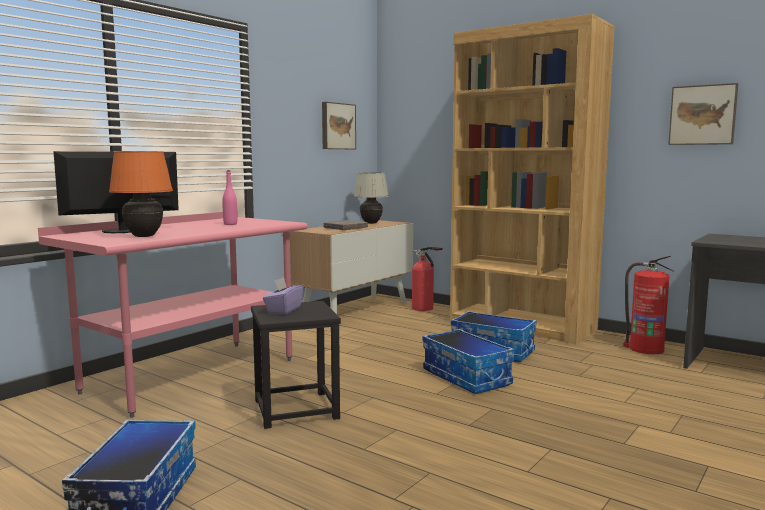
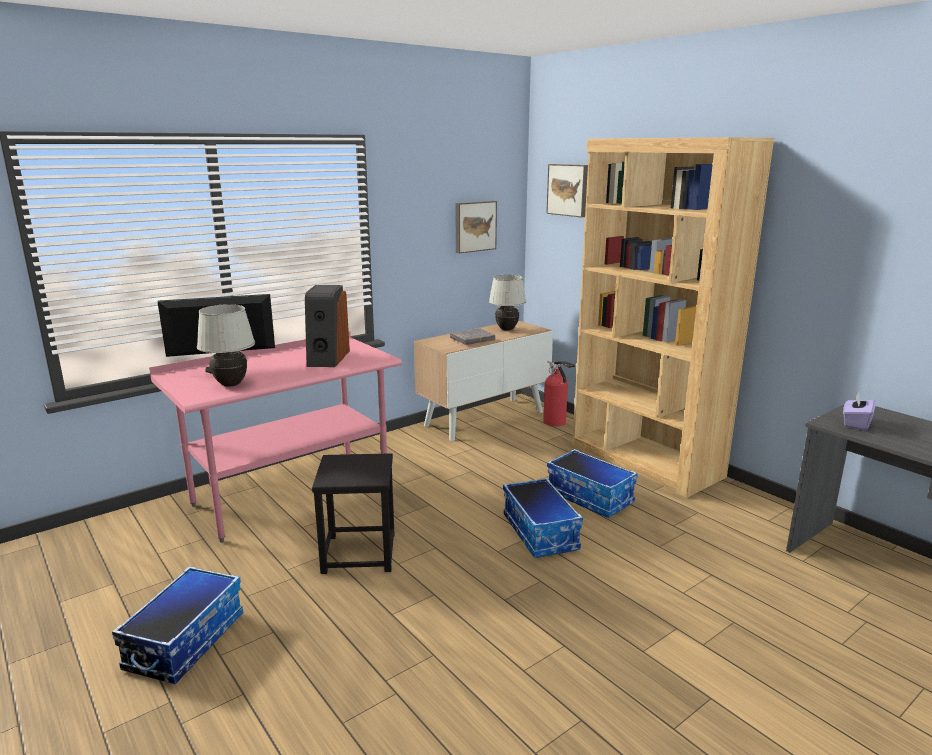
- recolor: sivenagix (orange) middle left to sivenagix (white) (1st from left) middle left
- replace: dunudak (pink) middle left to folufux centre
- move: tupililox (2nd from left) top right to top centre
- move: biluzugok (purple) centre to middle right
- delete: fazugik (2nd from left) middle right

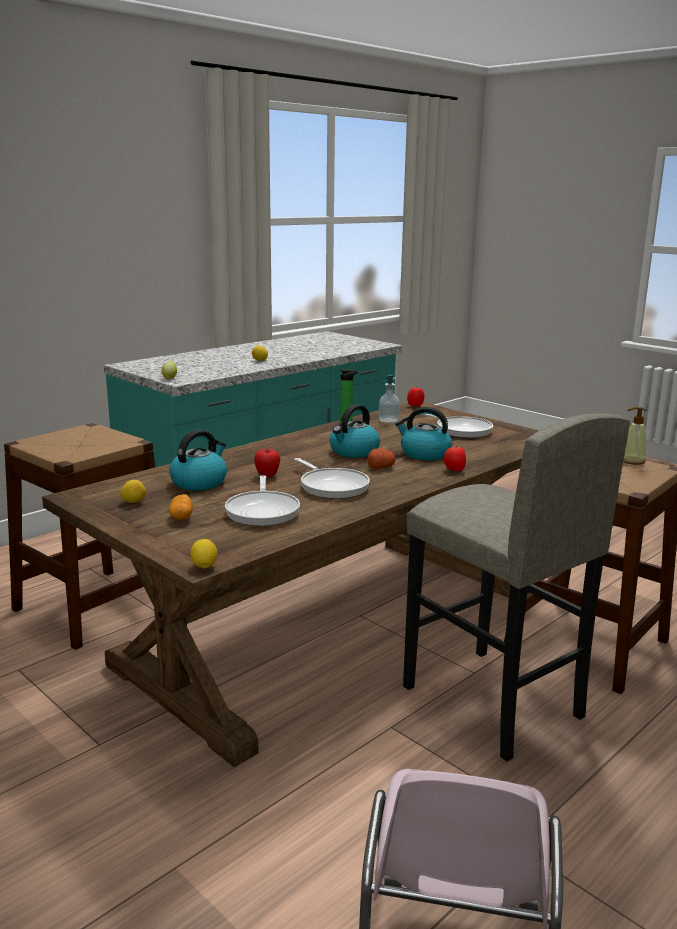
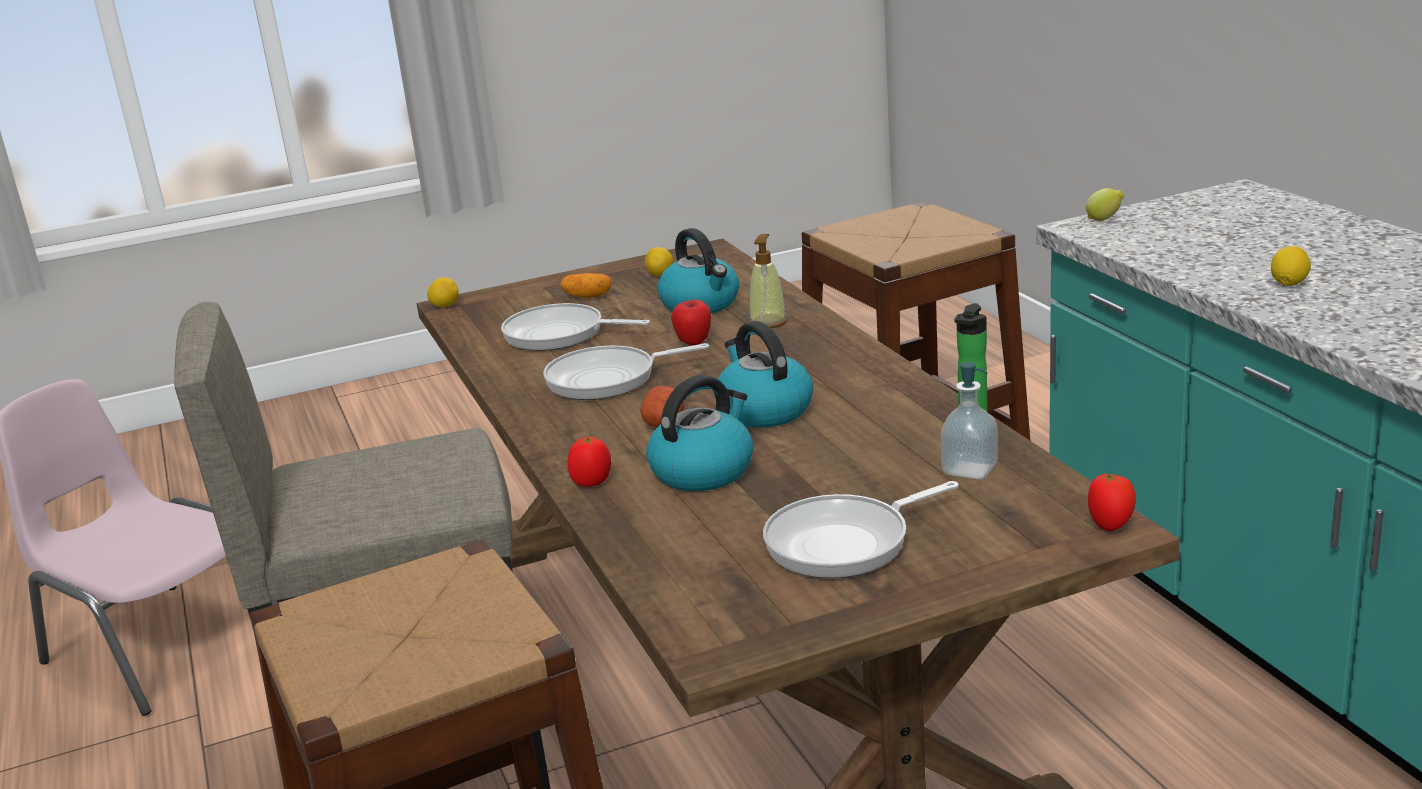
- move: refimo (2nd from left in the first image) middle right to refimo (1st from left) centre

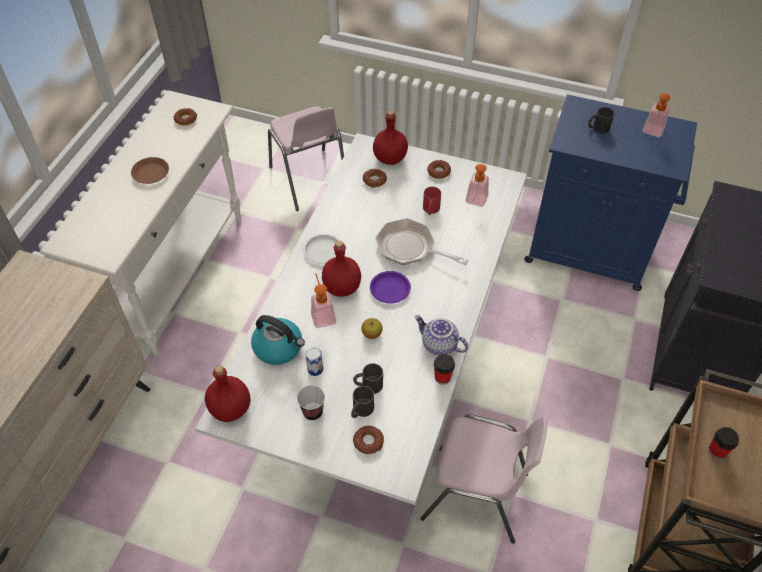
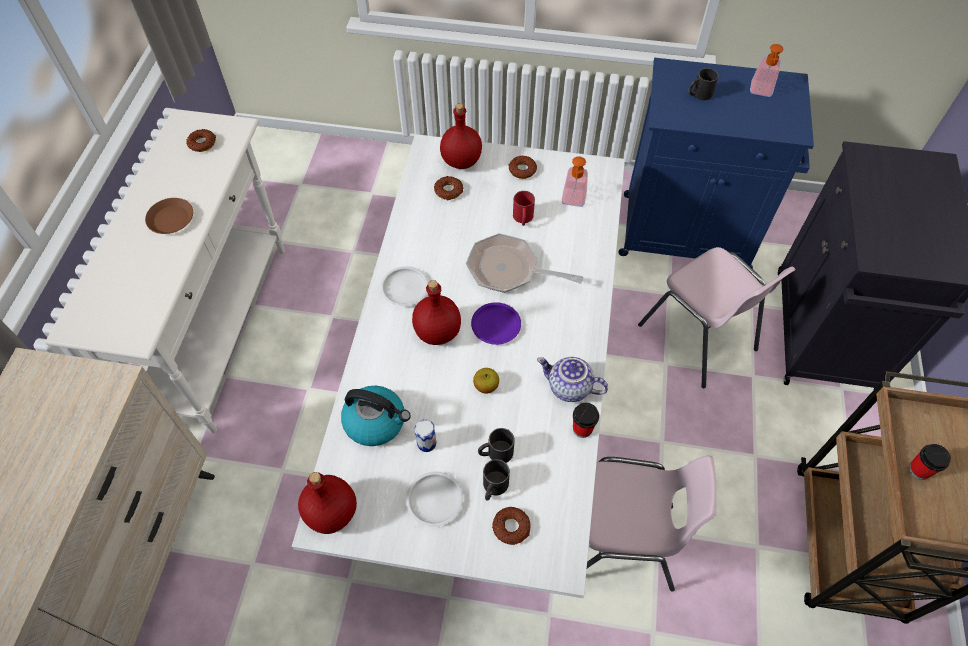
- replace: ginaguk (1st from left) bottom centre to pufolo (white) (2nd from left) bottom centre
- move: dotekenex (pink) (1st from left in the first image) top centre to dotekenex (pink) (2nd from left) middle right
- delete: refimo (1st from left) centre

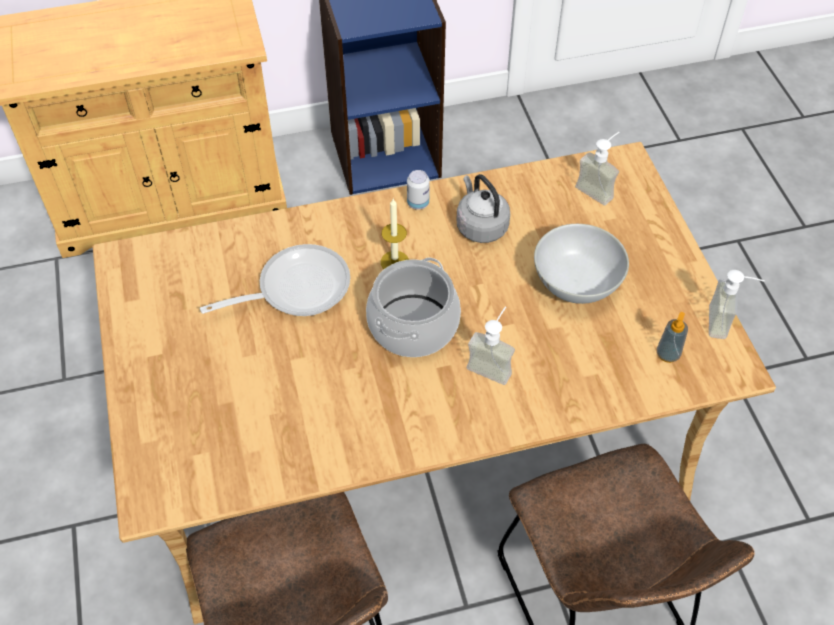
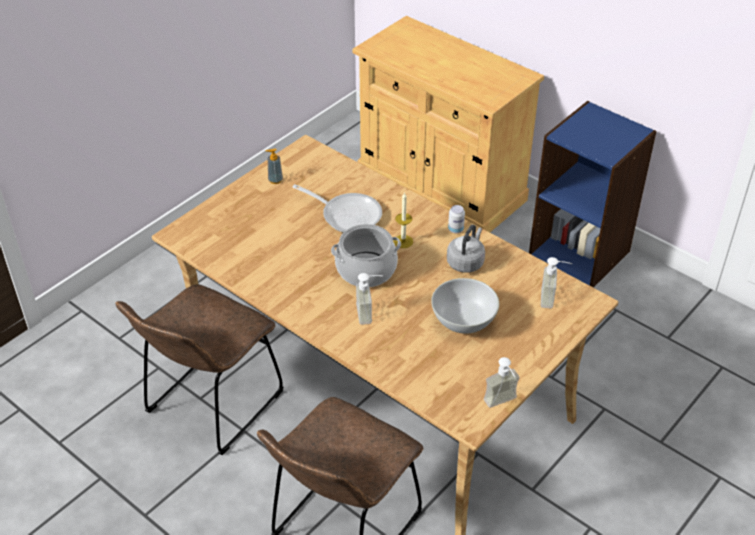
- move: refimo (3rd from left in the first image) middle right to refimo (1st from left) top centre

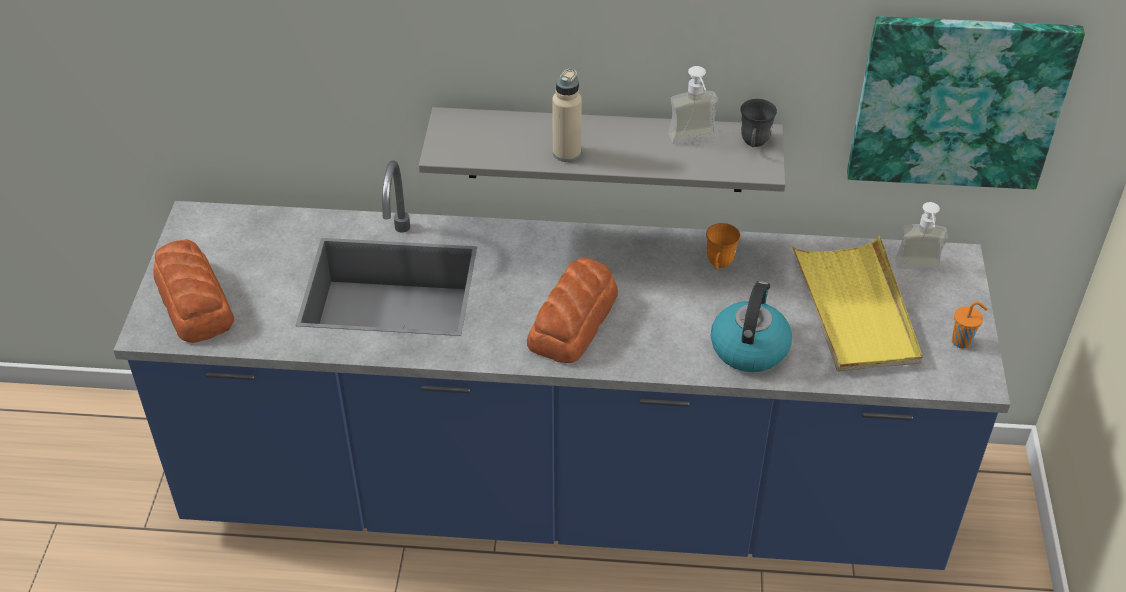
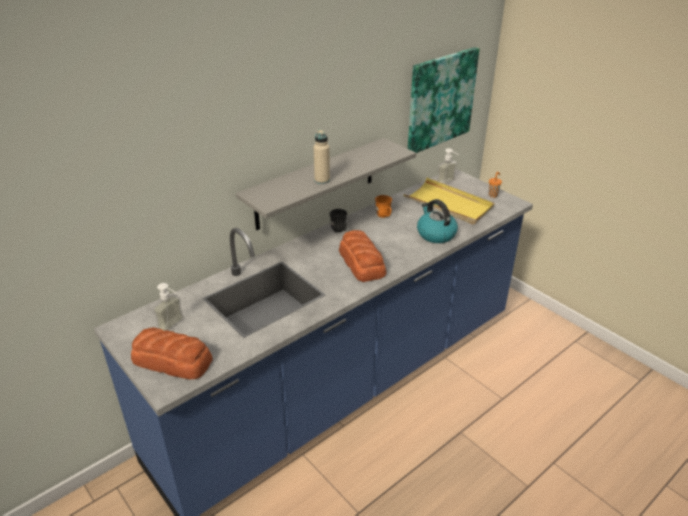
- move: refimo (1st from left) top centre to middle left
- move: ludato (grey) top right to centre

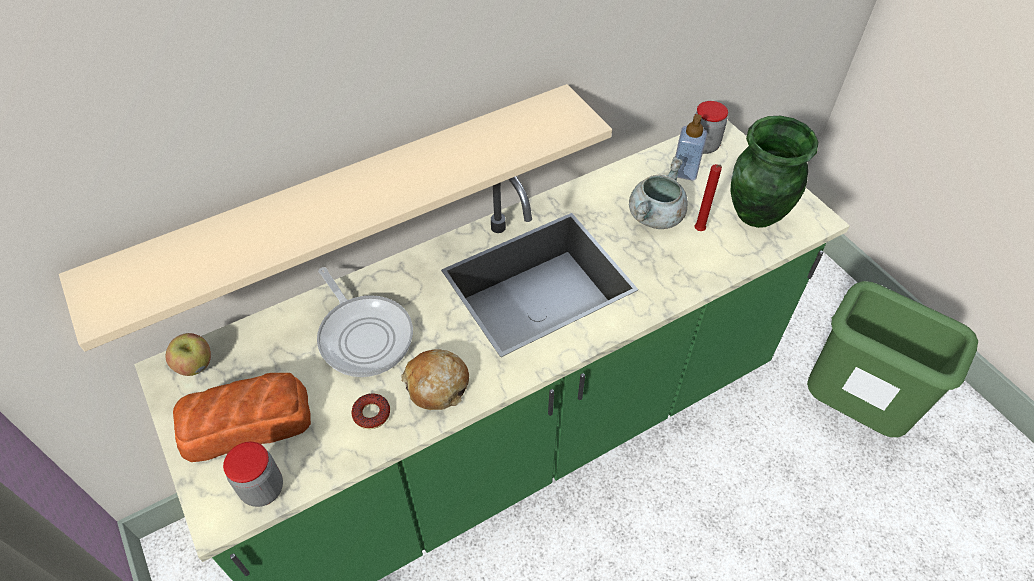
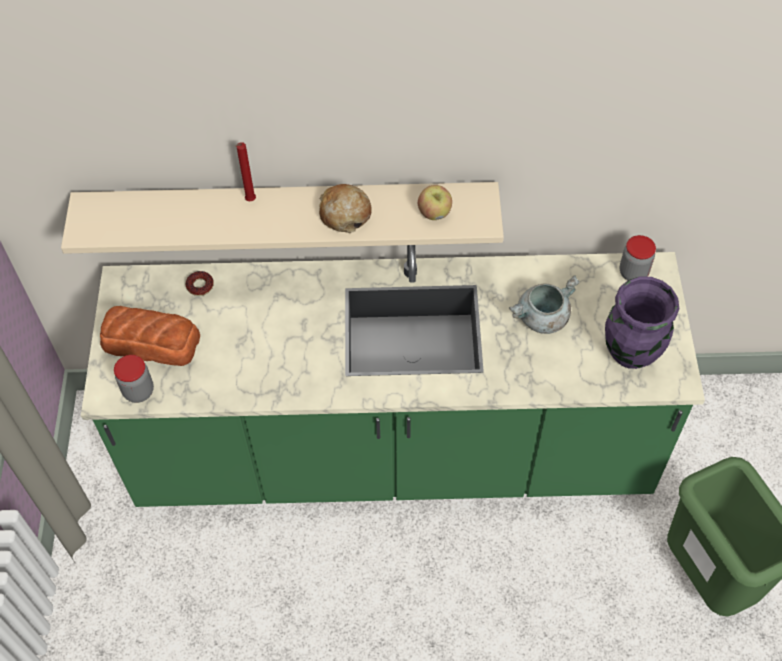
- move: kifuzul bottom centre to middle left
- move: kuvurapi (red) middle right to top left
- move: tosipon (2nd from left) centre to top centre
- move: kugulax middle left to top centre
- recolor: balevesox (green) top right to balevesox (purple) middle right
- delete: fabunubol centre
- delete: refimo top right

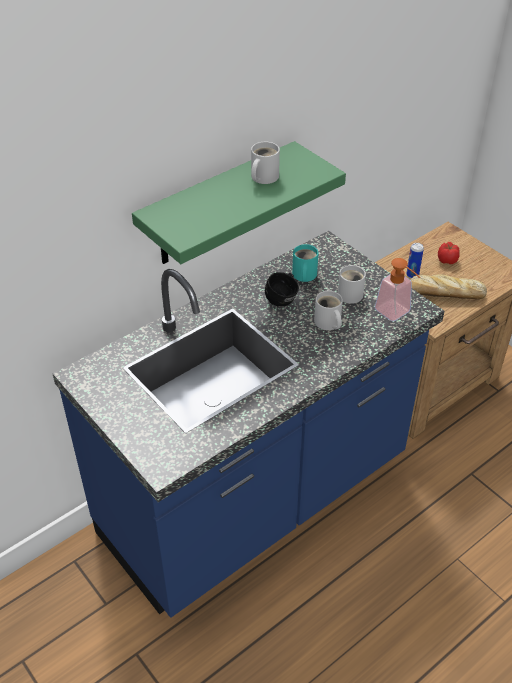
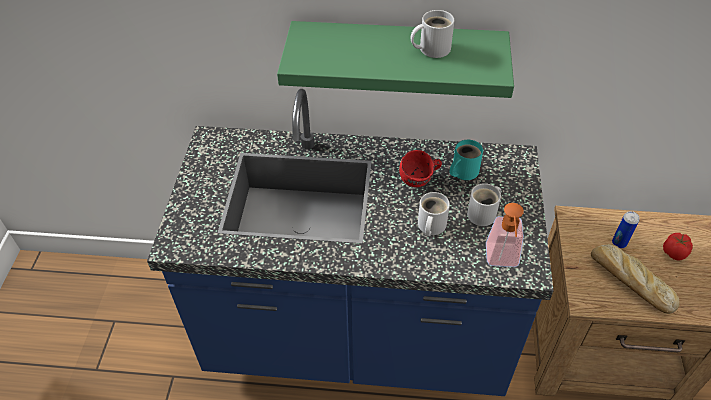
- recolor: ludato (black) centre to ludato (red) centre

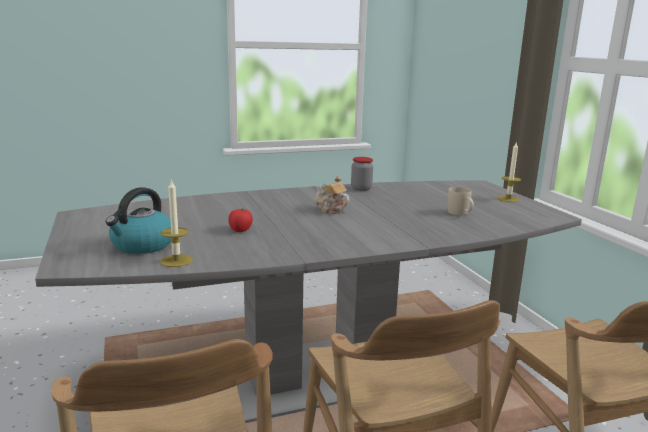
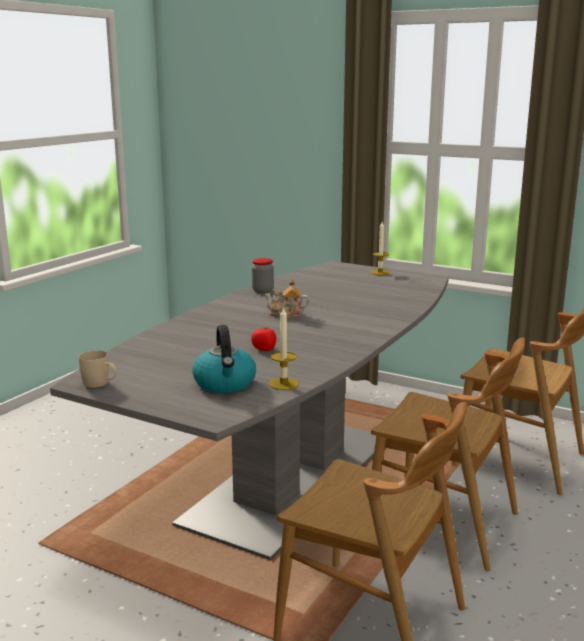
- move: ludato (beige) middle right to middle left

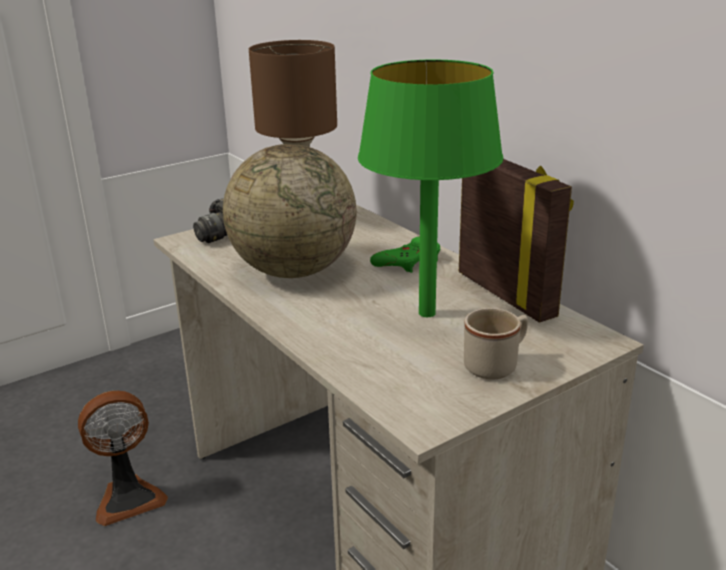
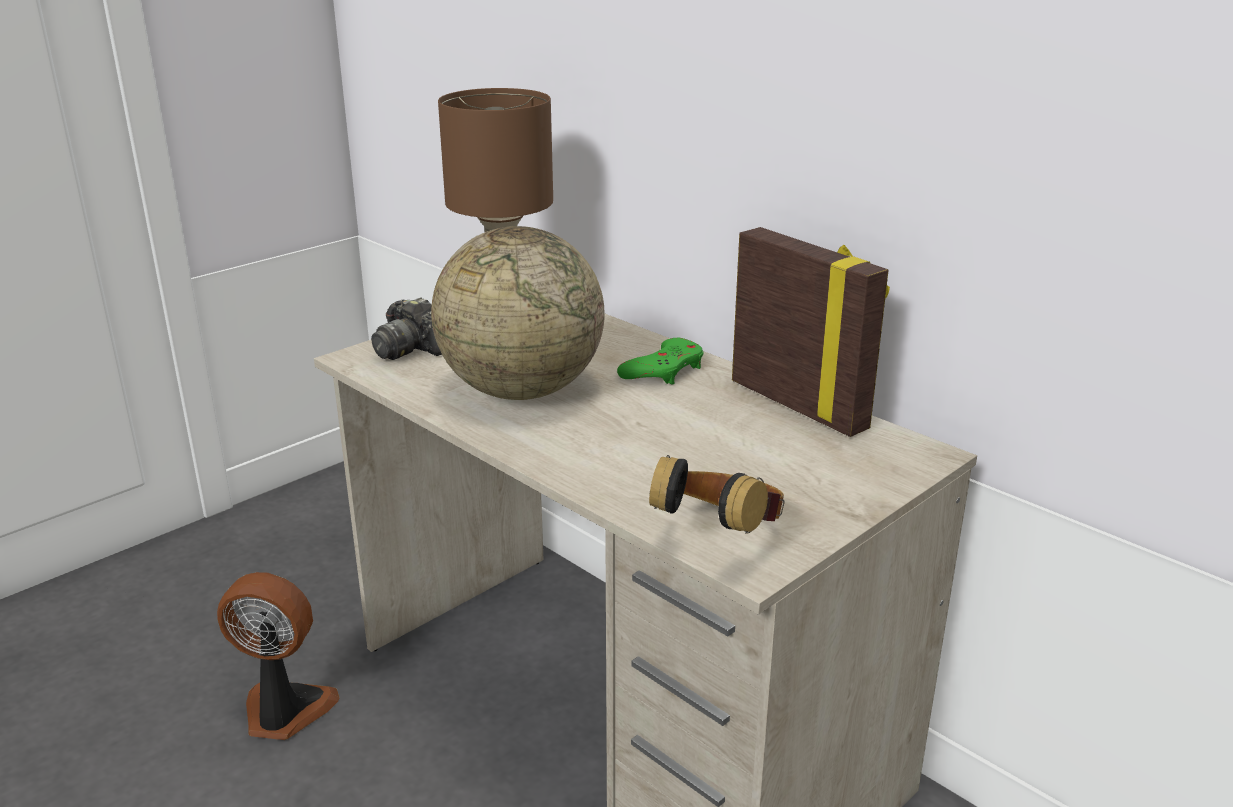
- rotate: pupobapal bottom left = bottom left 135 degrees counterclockwise
- insert: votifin centre
- delete: sivenagix (green) top centre
- delete: ludato (beige) middle right

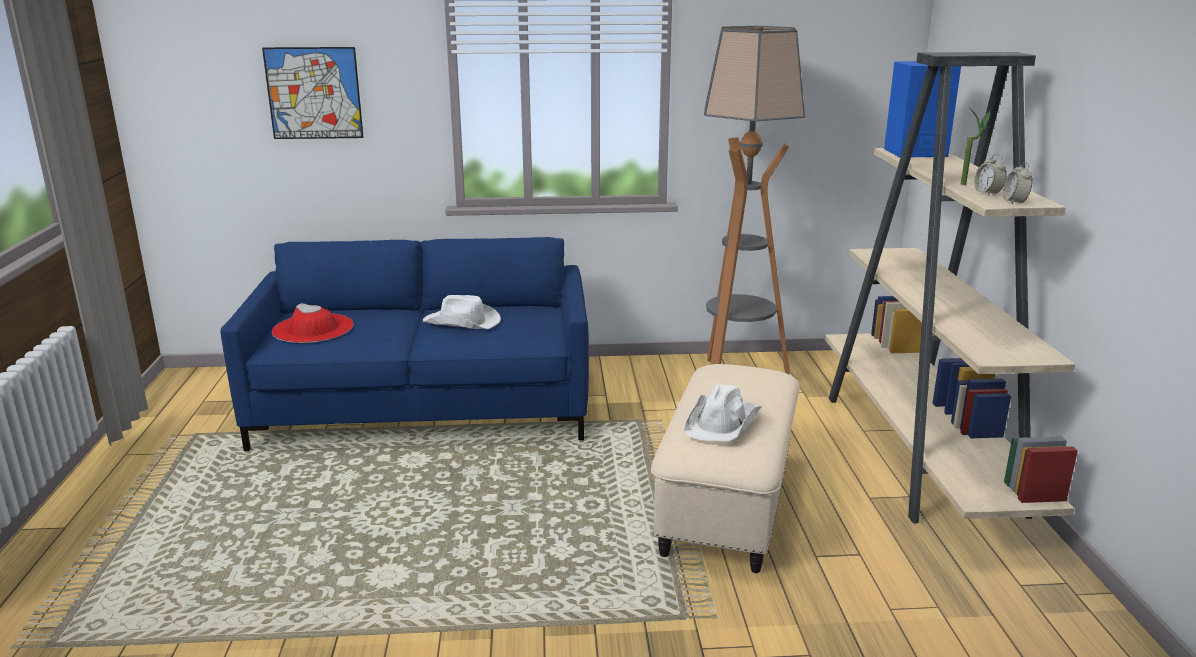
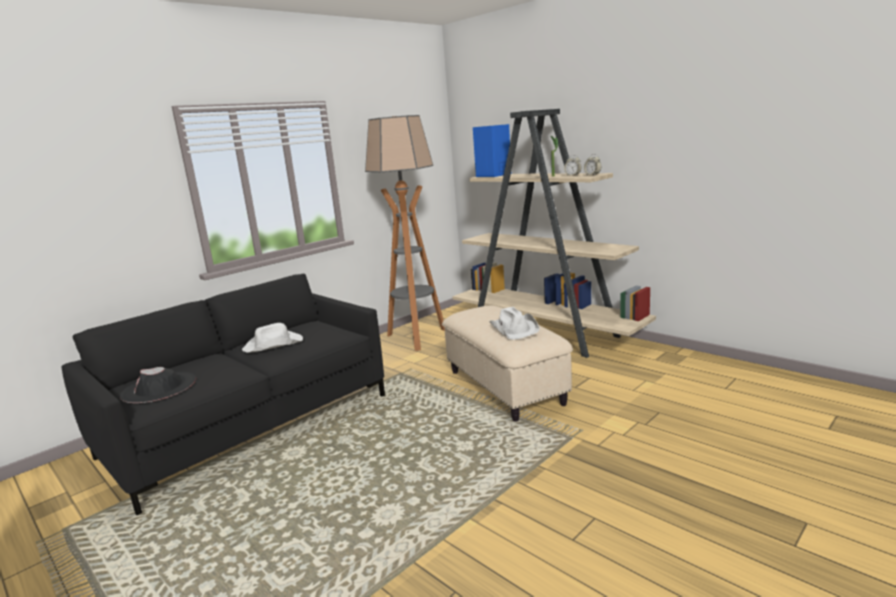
- recolor: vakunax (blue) centre to vakunax (black) middle left
- recolor: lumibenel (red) middle left to lumibenel (black) middle left
- delete: tupililox top left

